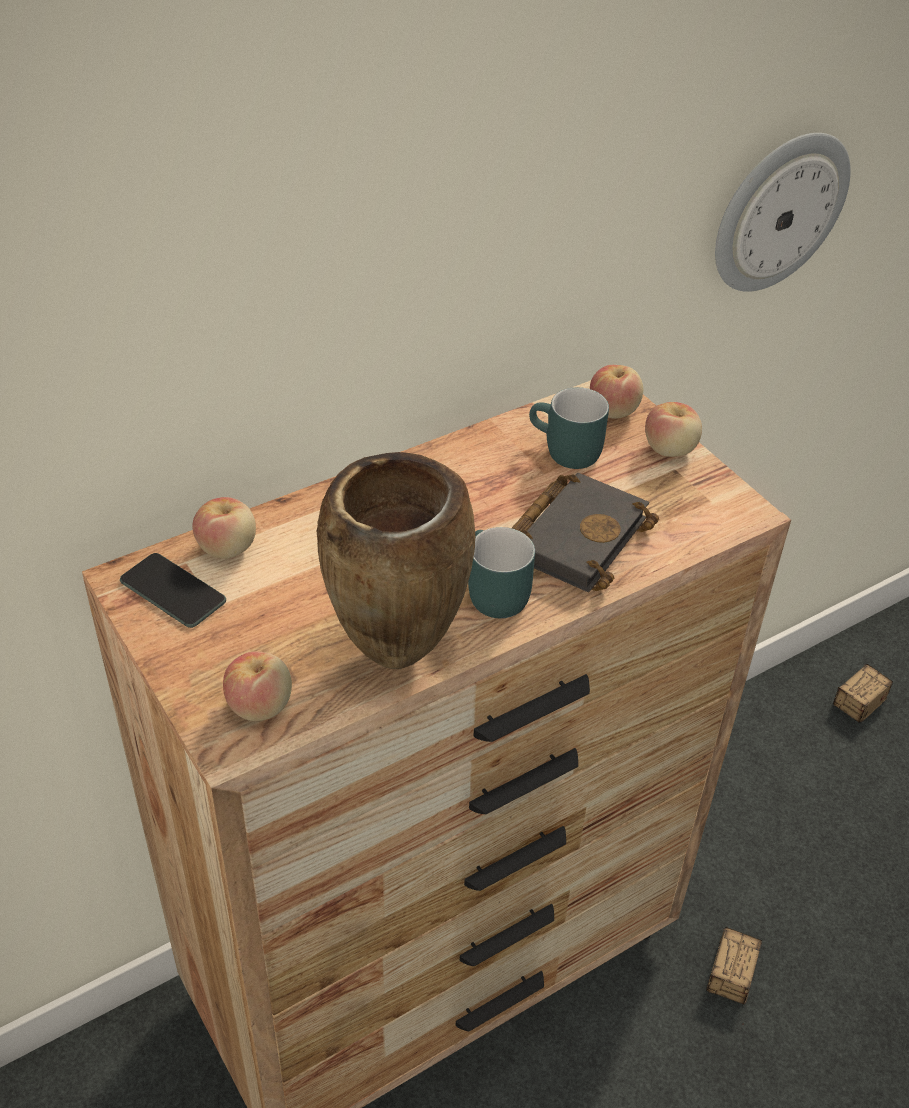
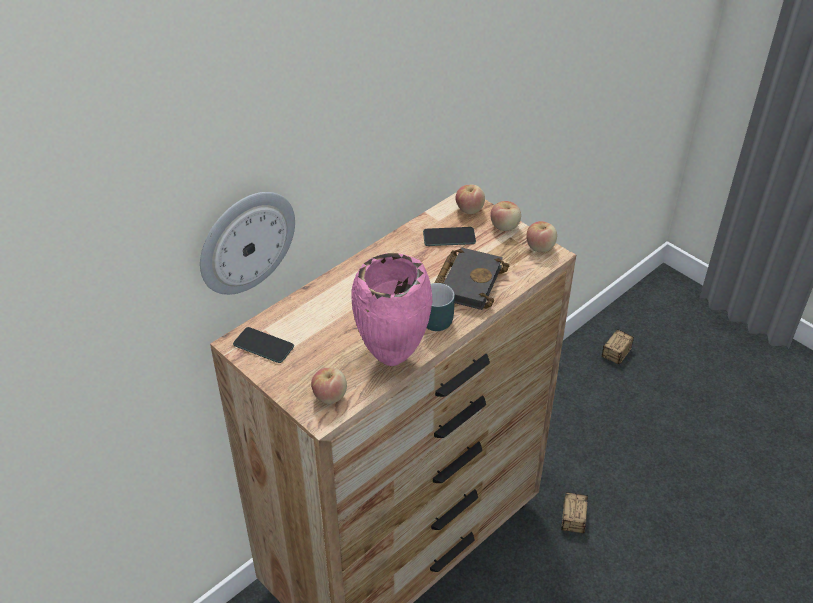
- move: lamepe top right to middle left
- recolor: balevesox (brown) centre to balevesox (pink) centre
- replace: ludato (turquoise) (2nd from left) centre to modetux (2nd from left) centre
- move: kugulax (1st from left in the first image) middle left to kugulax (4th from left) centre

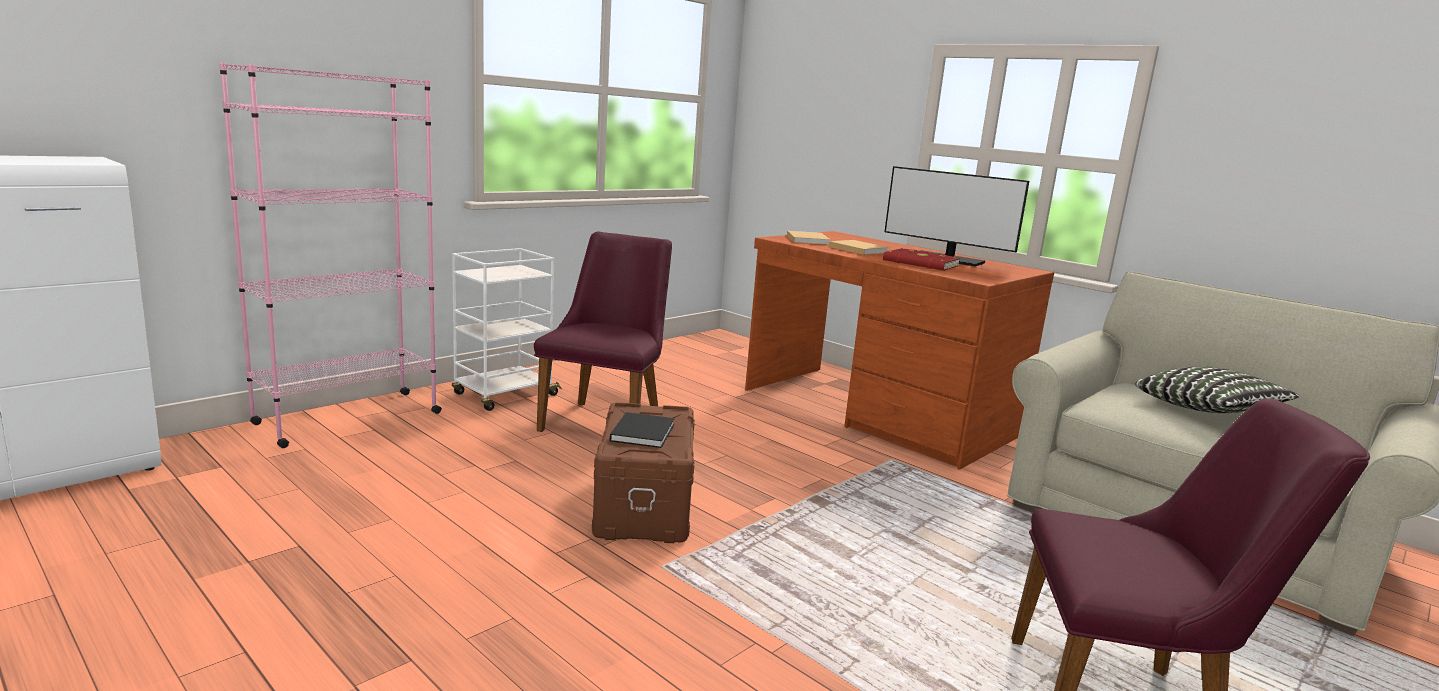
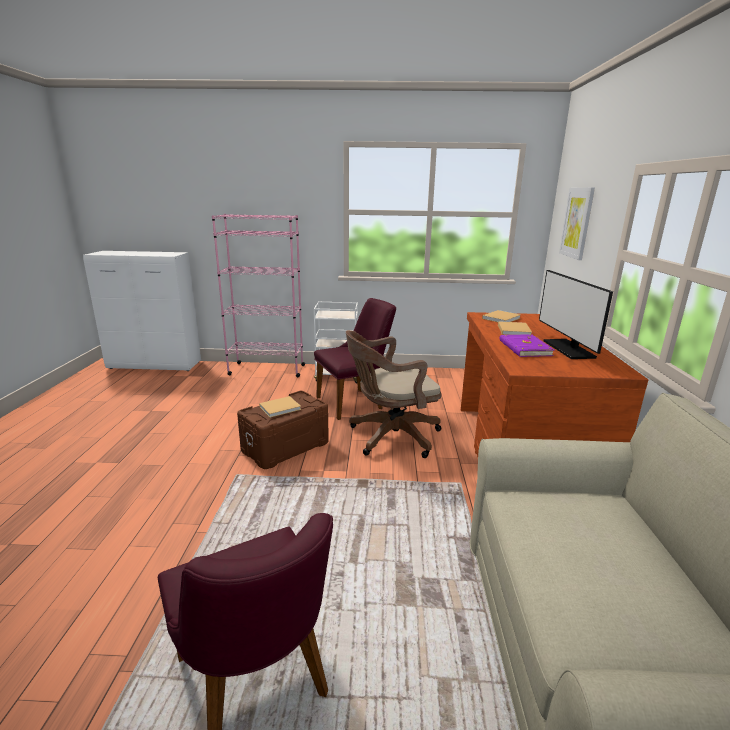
- recolor: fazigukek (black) centre to fazigukek (beige) (1st from left) centre
- insert: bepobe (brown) centre
- recolor: fazigukek (red) centre to fazigukek (purple) middle right
- insert: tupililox top right
- delete: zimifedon middle right

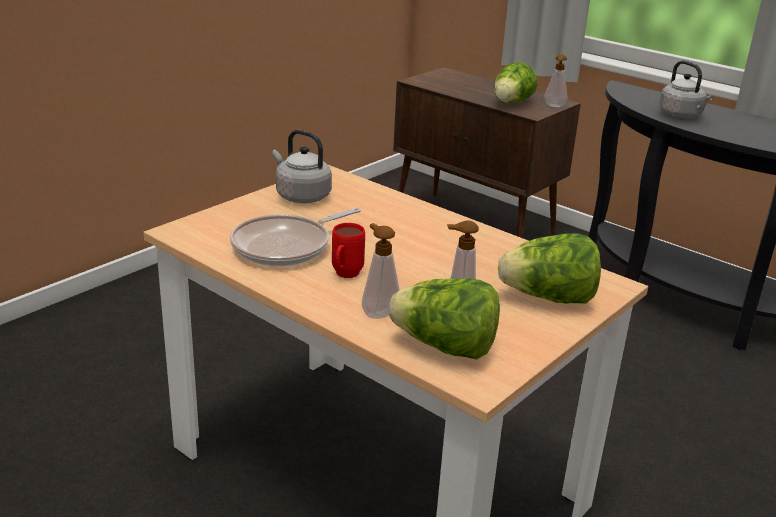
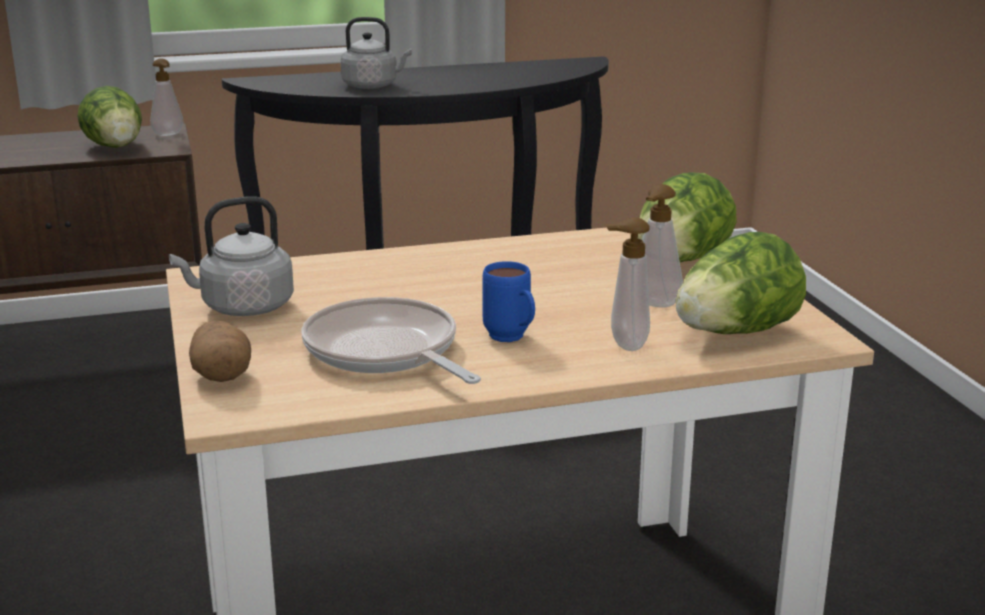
- insert: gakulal middle left
- rotate: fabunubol centre = centre 150 degrees clockwise
- recolor: ludato (red) centre to ludato (blue) centre

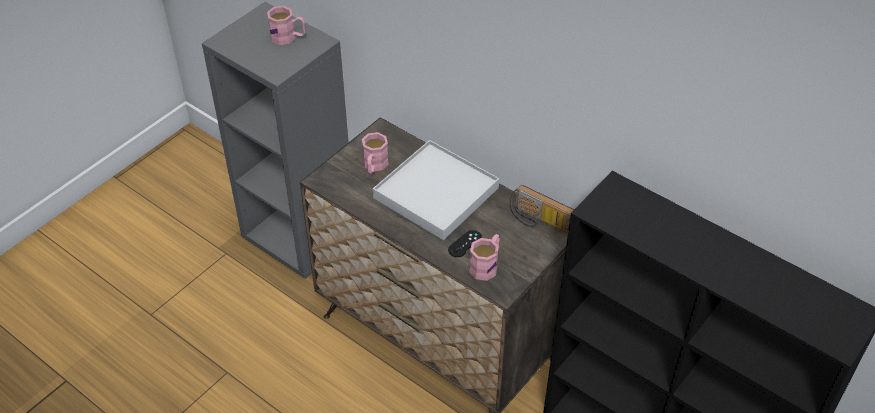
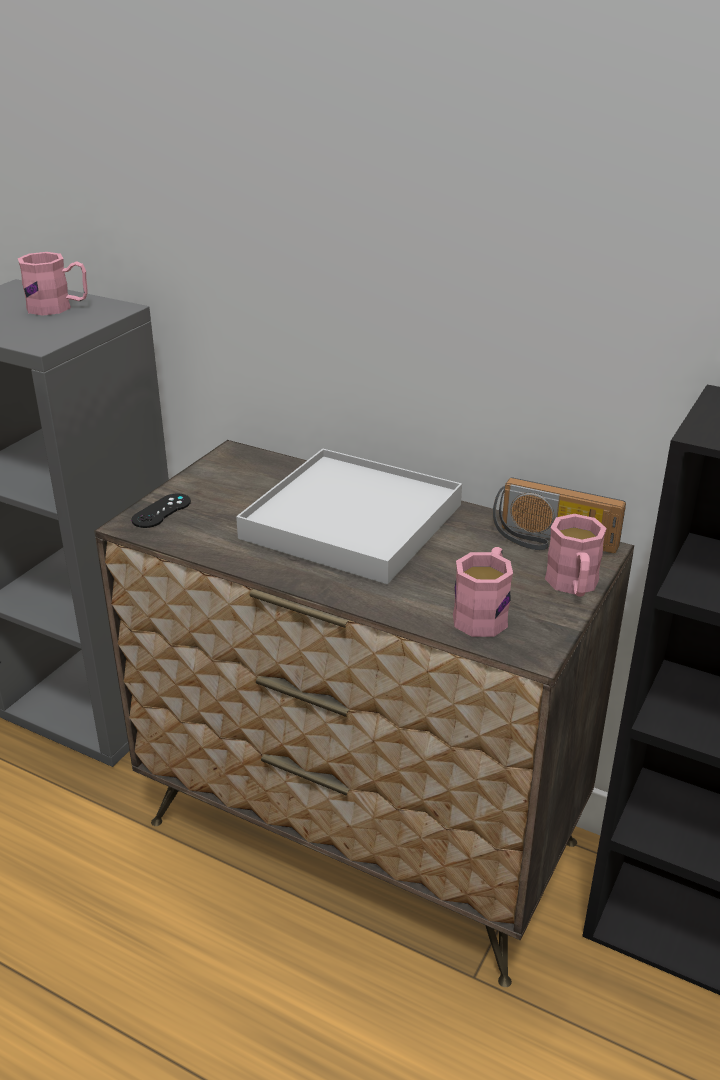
- move: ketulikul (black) centre to middle left
- move: ludato (pink) (2nd from left in the first image) centre to ludato (pink) (3rd from left) middle right

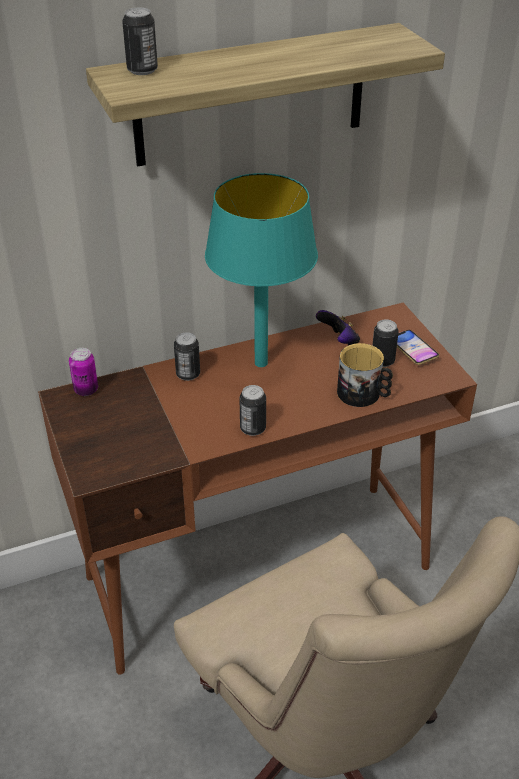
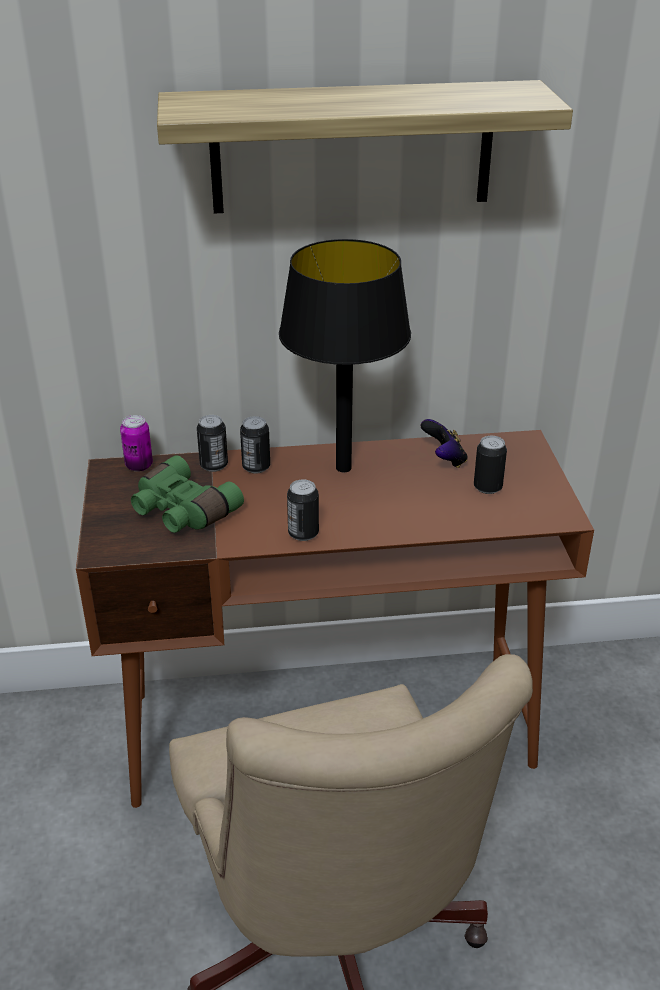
- insert: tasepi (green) middle left
- move: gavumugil (2nd from left) top left to middle left
- recolor: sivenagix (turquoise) centre to sivenagix (black) centre
- delete: ludato middle right
- delete: modetux middle right

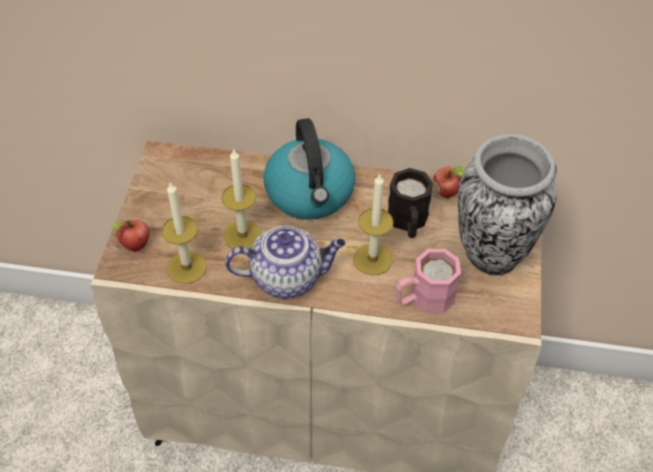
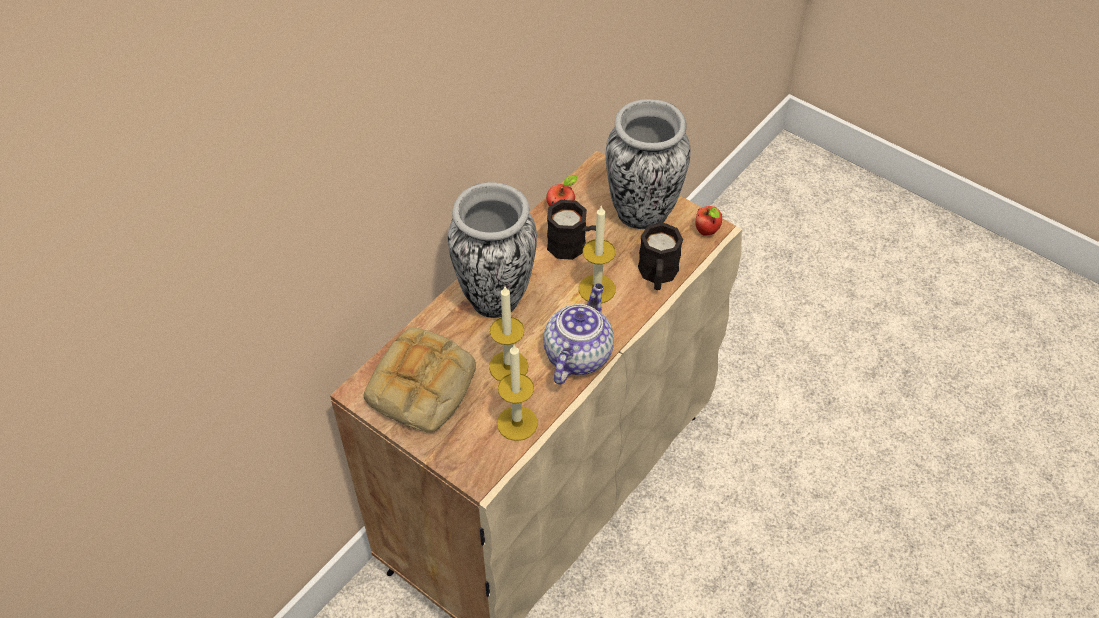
- insert: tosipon centre
- replace: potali centre to balevesox (1st from left) centre
- recolor: ludato (pink) centre to ludato (black) (2nd from left) centre
- move: kugulax (1st from left in the first image) middle left to kugulax (2nd from left) centre

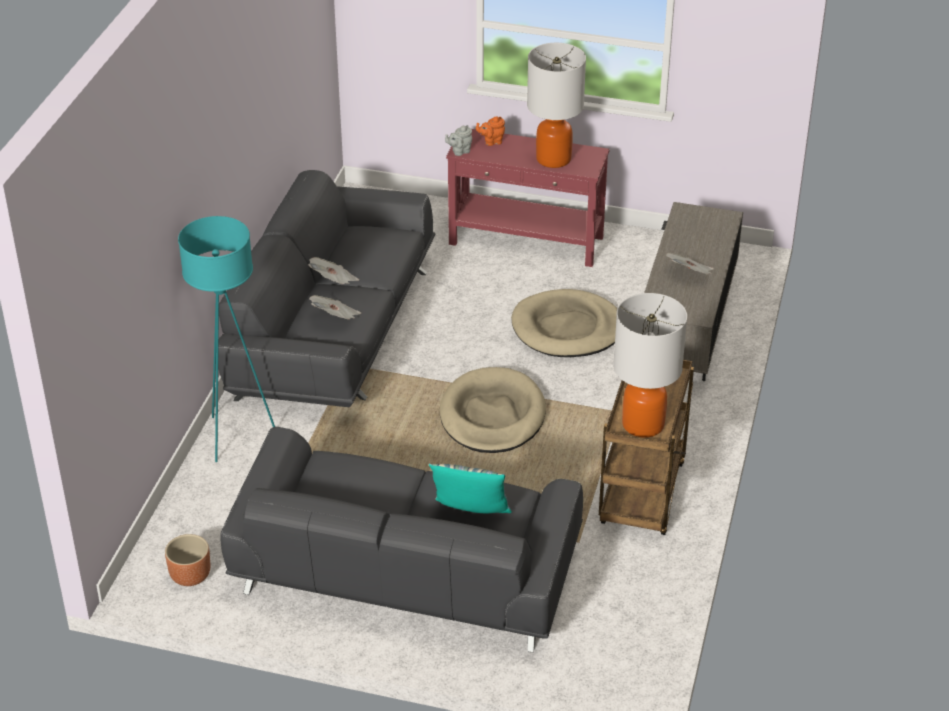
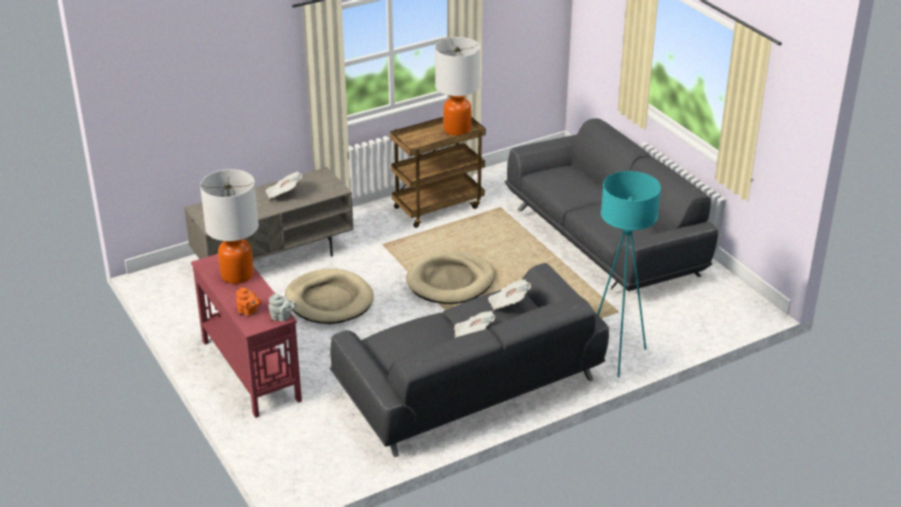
- delete: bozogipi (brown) bottom left
- delete: zimifedon bottom centre

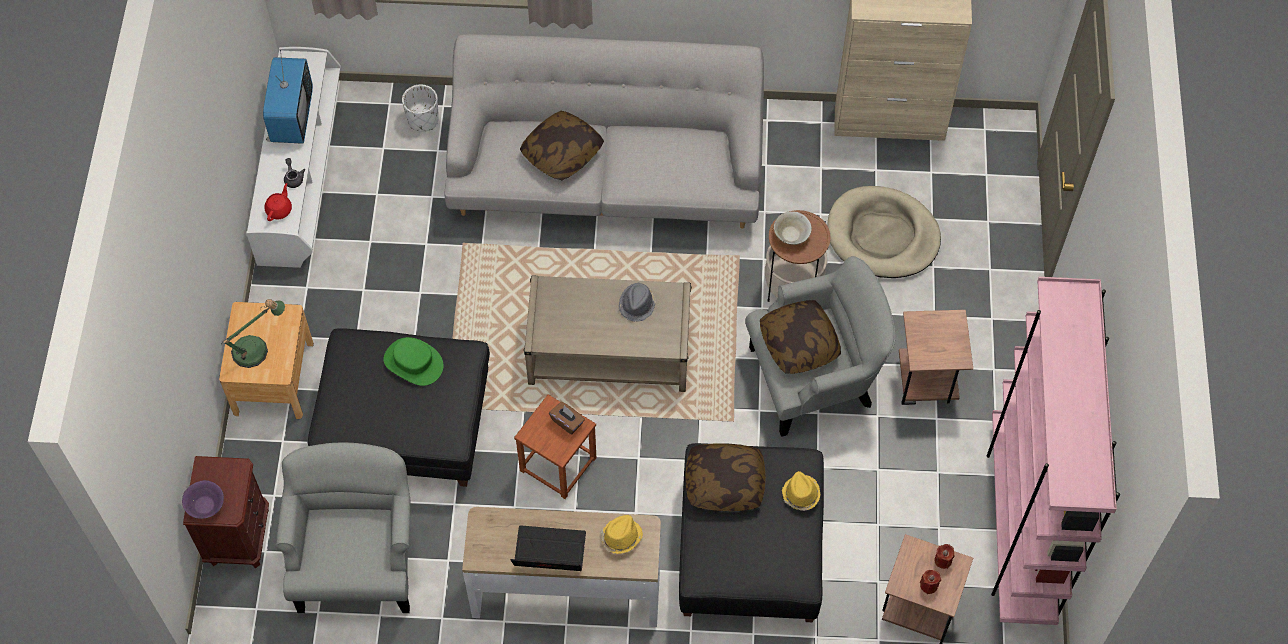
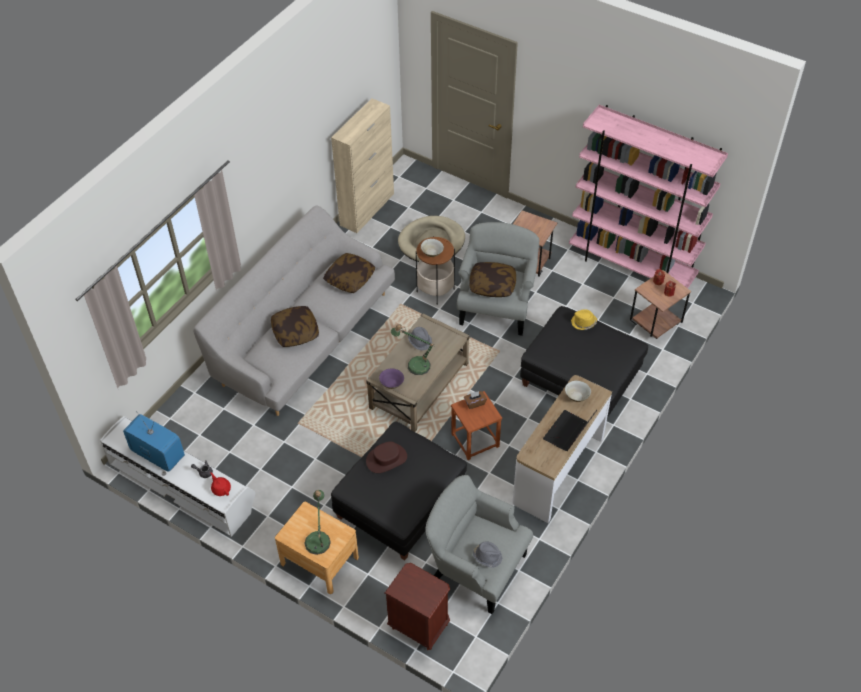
- move: zimifedon (2nd from left) bottom centre to centre
- recolor: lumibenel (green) middle left to lumibenel (brown) centre
- move: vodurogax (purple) bottom left to centre
- insert: sivenagix (2nd from left) centre
- insert: lumibenel (grey) (2nd from left) bottom centre
- replace: lumibenel (yellow) (1st from left) bottom centre to vodurogax (beige) (2nd from left) middle right
- delete: bozogipi (white) top left

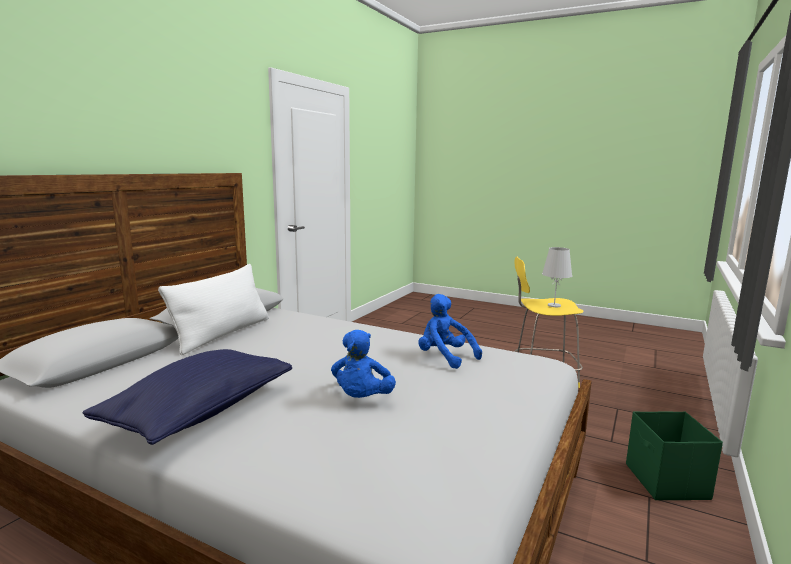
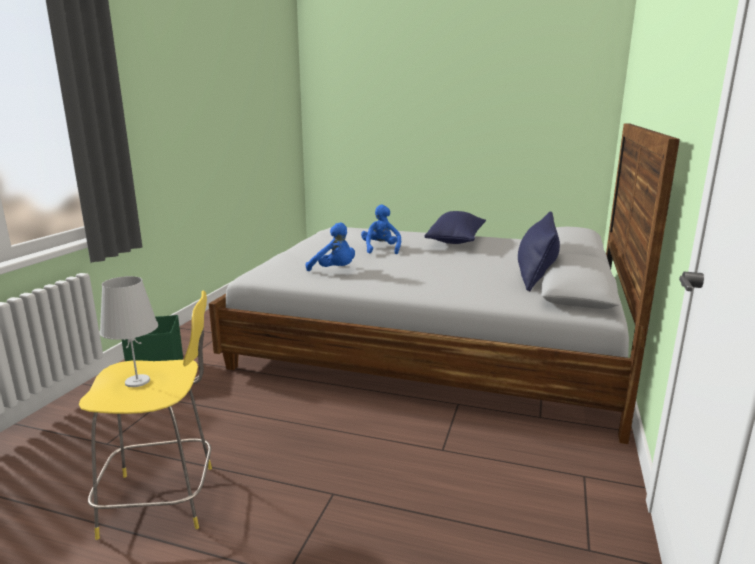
- recolor: zimifedon (white) middle left to zimifedon (blue) (2nd from left) middle right

